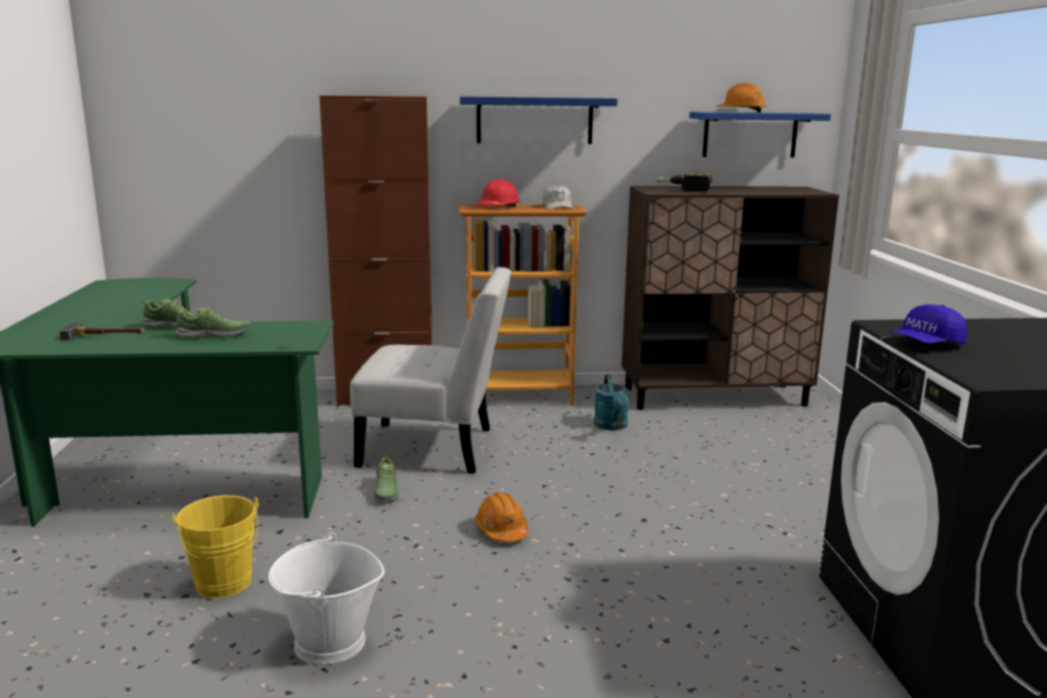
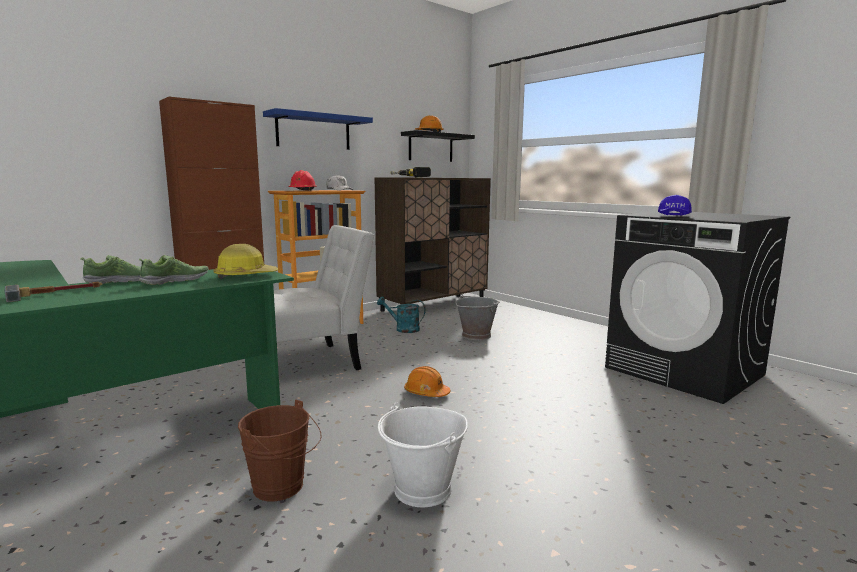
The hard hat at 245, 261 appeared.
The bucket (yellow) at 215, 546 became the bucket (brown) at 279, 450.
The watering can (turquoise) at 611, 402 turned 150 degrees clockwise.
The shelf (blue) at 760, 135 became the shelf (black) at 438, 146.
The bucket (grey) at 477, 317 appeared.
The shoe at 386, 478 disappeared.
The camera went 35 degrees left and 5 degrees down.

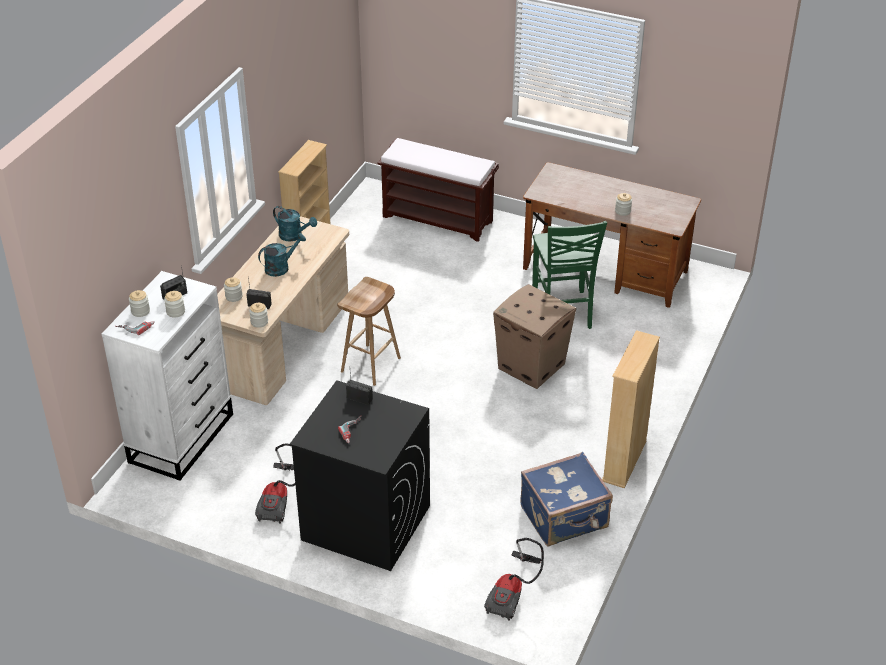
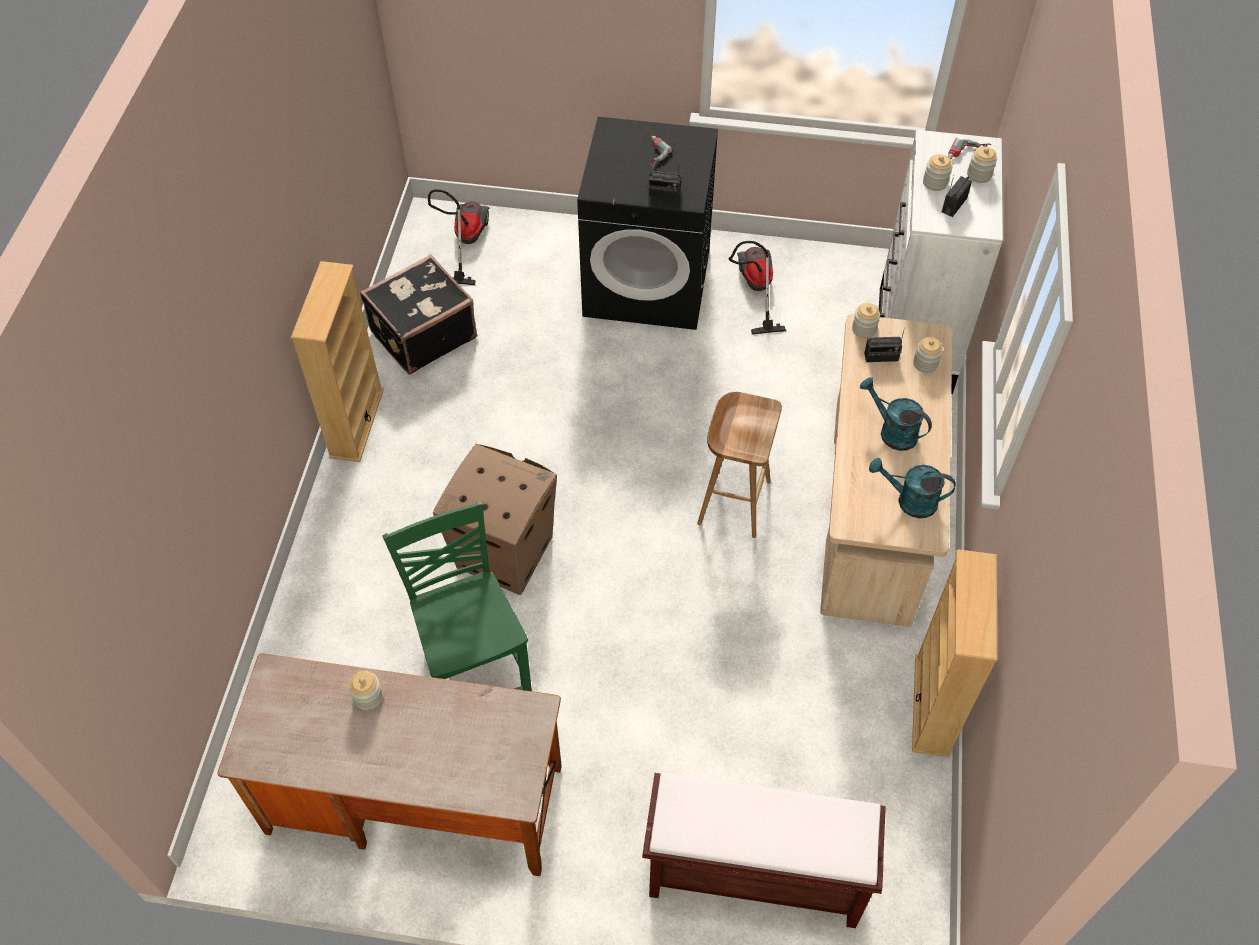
The suitcase (blue) at 566, 499 became the suitcase (black) at 418, 314.
The watering can (turquoise) at 282, 255 turned 90 degrees clockwise.
The camera went 165 degrees right and 15 degrees up.

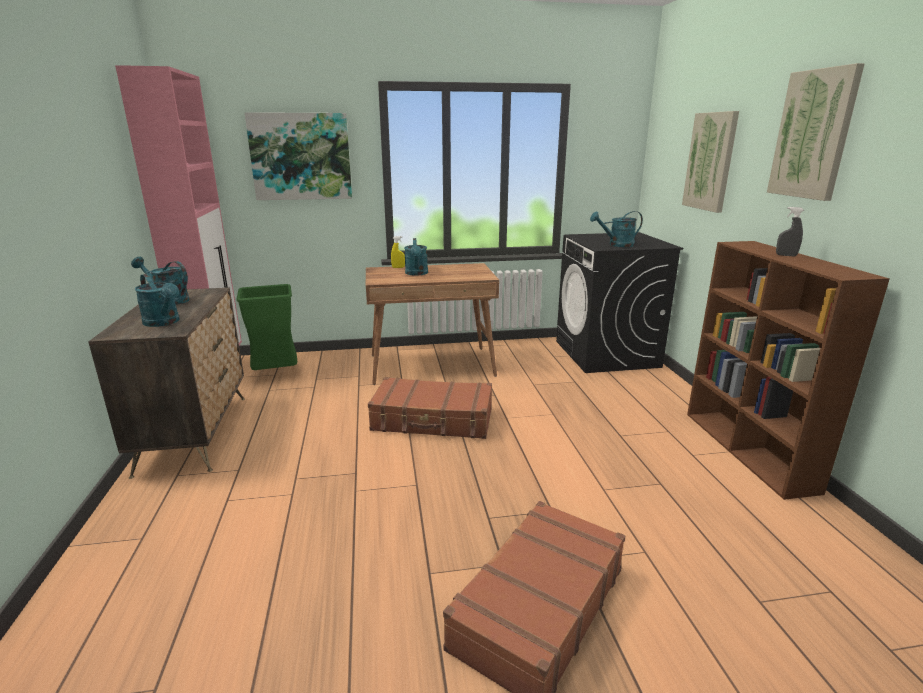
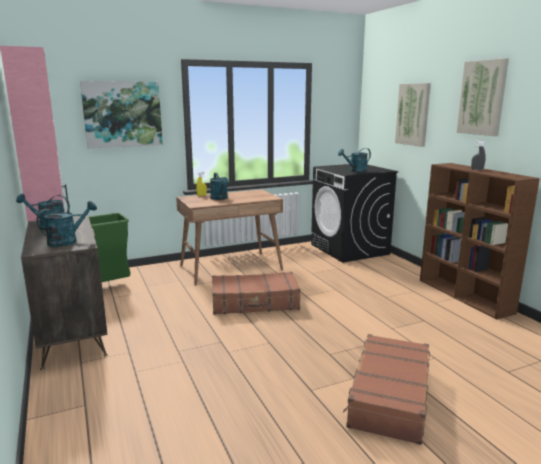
The watering can (turquoise) at 157, 300 turned 75 degrees counterclockwise.
The camera went 15 degrees left and 5 degrees down.

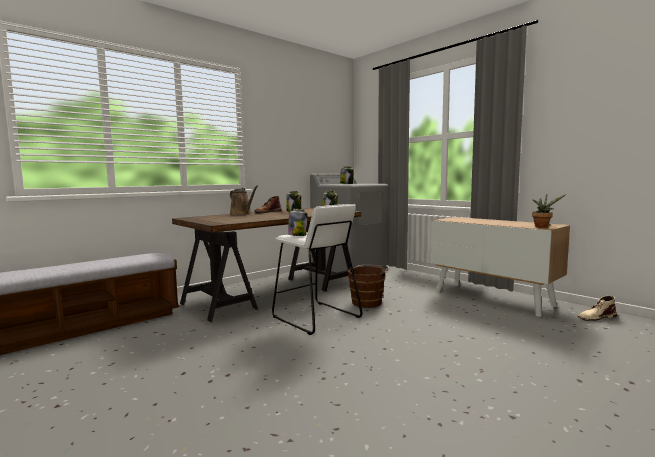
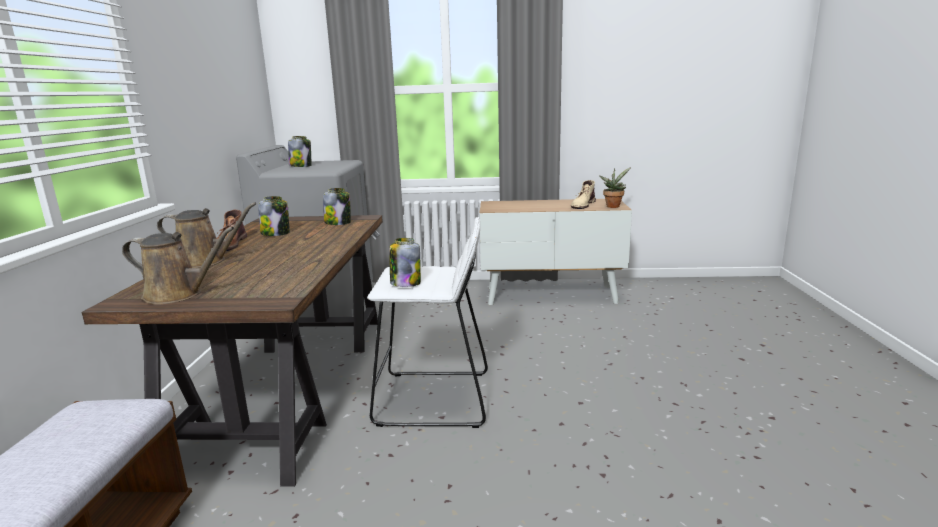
The watering can (brown) at 178, 266 appeared.
The boot (beige) moved from 597, 308 to 583, 194.
The bucket (brown) at 368, 286 disappeared.
The camera went 45 degrees left and 10 degrees up.

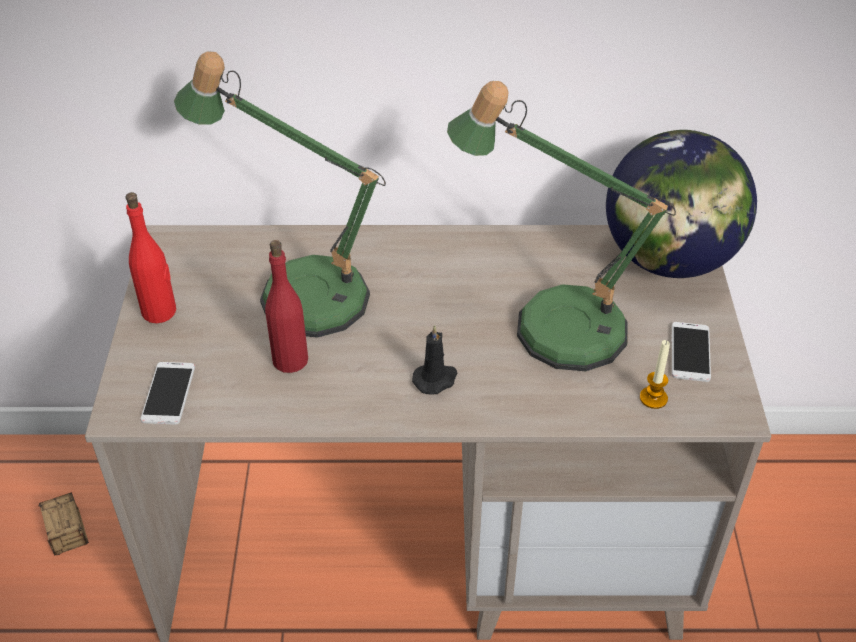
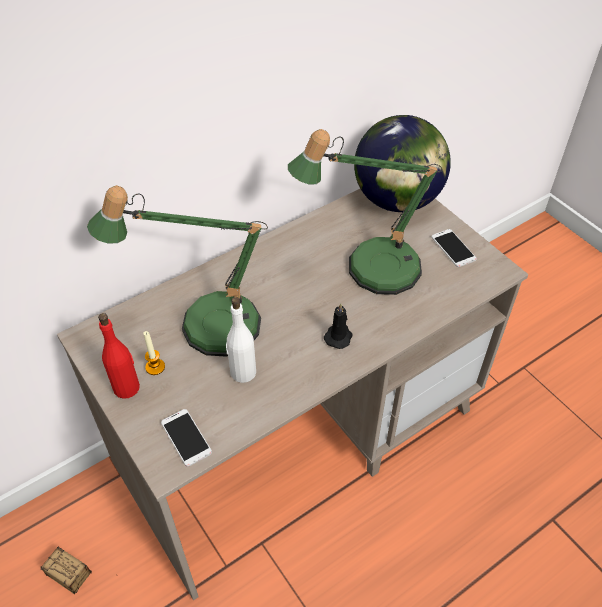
The candle moved from 655, 374 to 154, 353.
The bottle (red) at 286, 306 became the bottle (white) at 241, 340.
The camera went 35 degrees left and 5 degrees up.

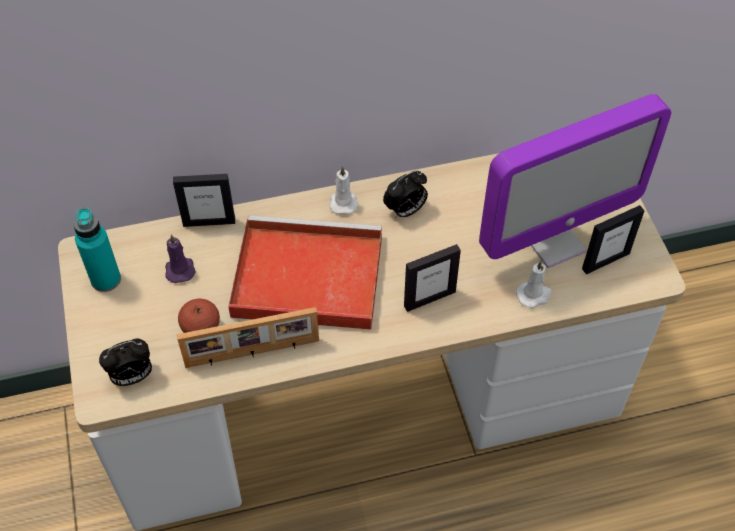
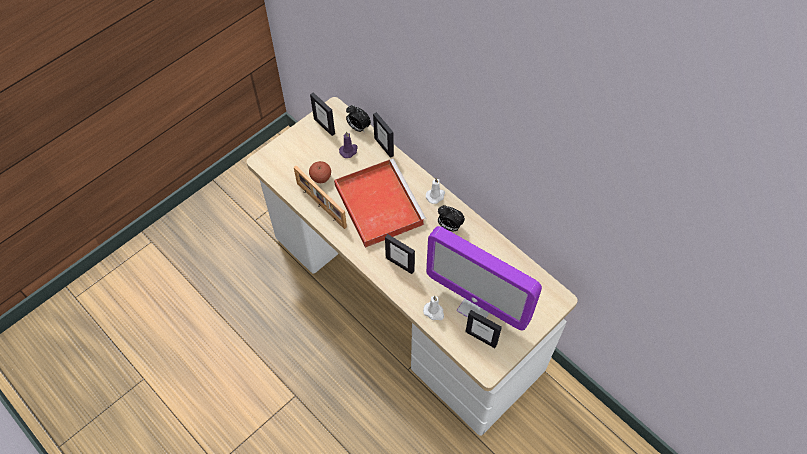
The bottle (turquoise) at 97, 250 was replaced by the picture frame at 322, 114.
The alarm clock moved from 125, 362 to 358, 119.
The camera went 60 degrees right and 5 degrees up.

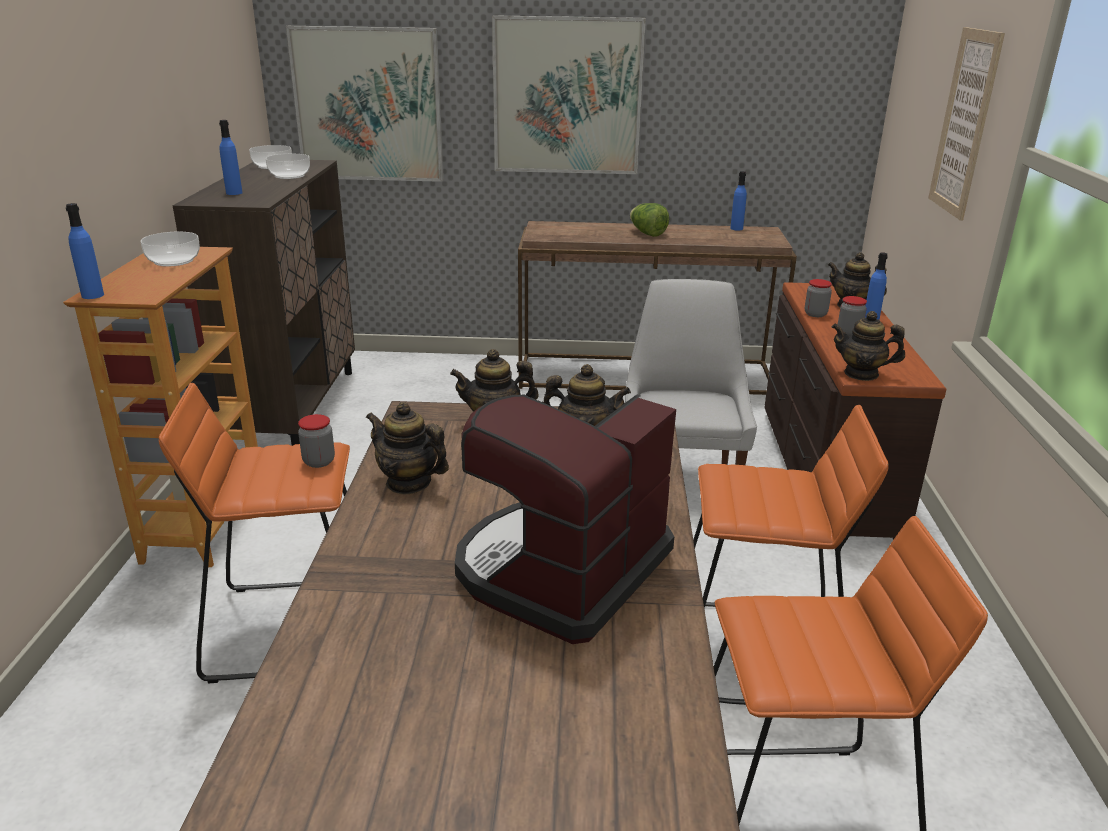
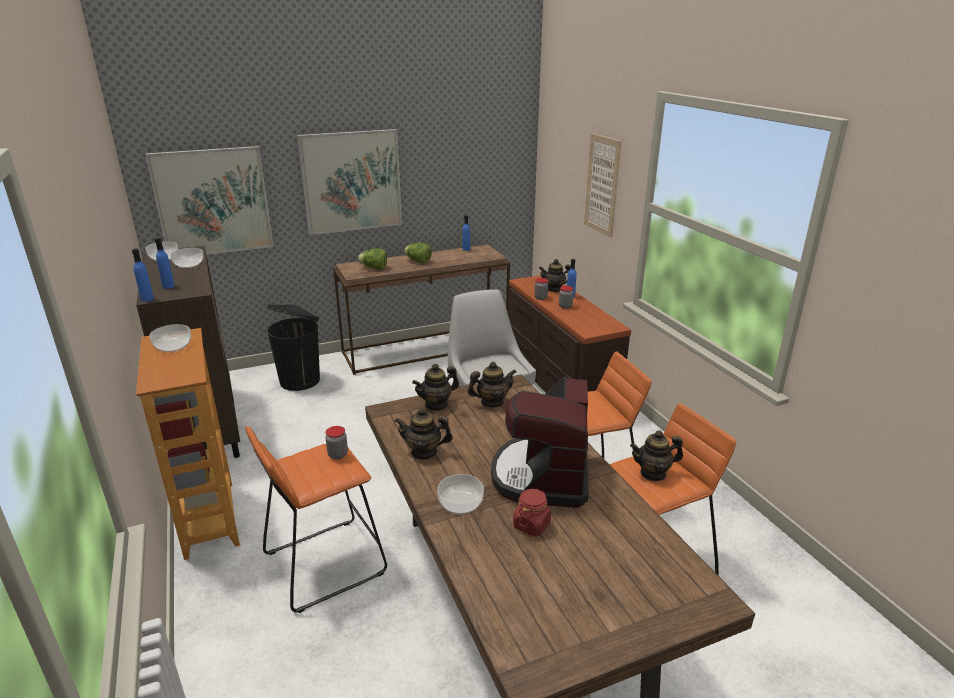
The bottle (blue) moved from 85, 251 to 143, 275.
The trash can (black) at 293, 347 appeared.
The lettuce at 372, 258 appeared.
The bowl at 460, 494 appeared.
The jar (red) at 532, 513 appeared.
The teapot moved from 868, 346 to 656, 455.
The camera went 25 degrees left and 0 degrees up.

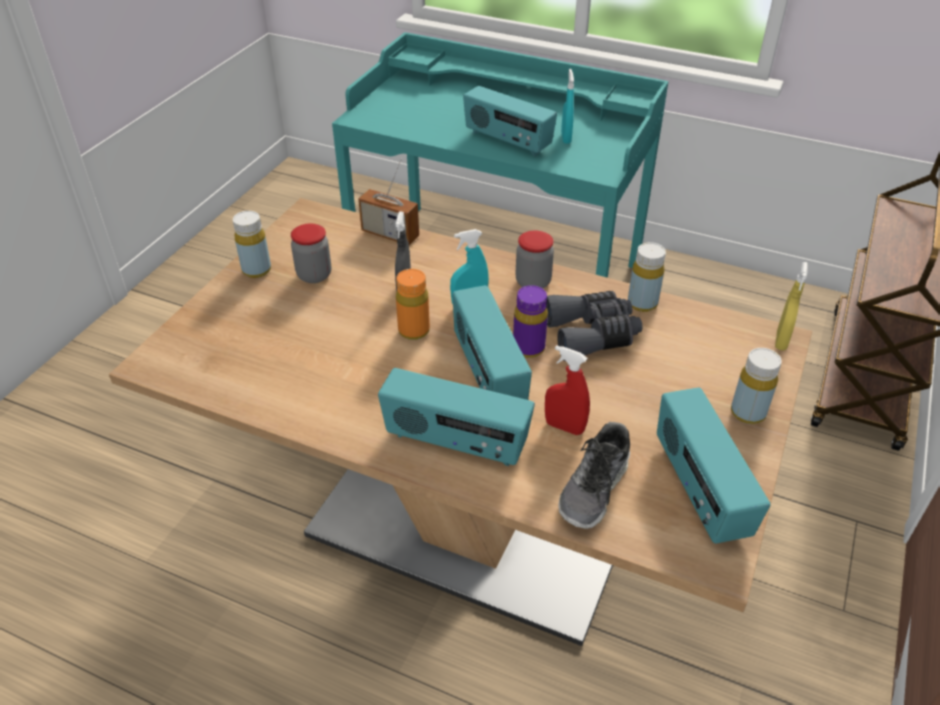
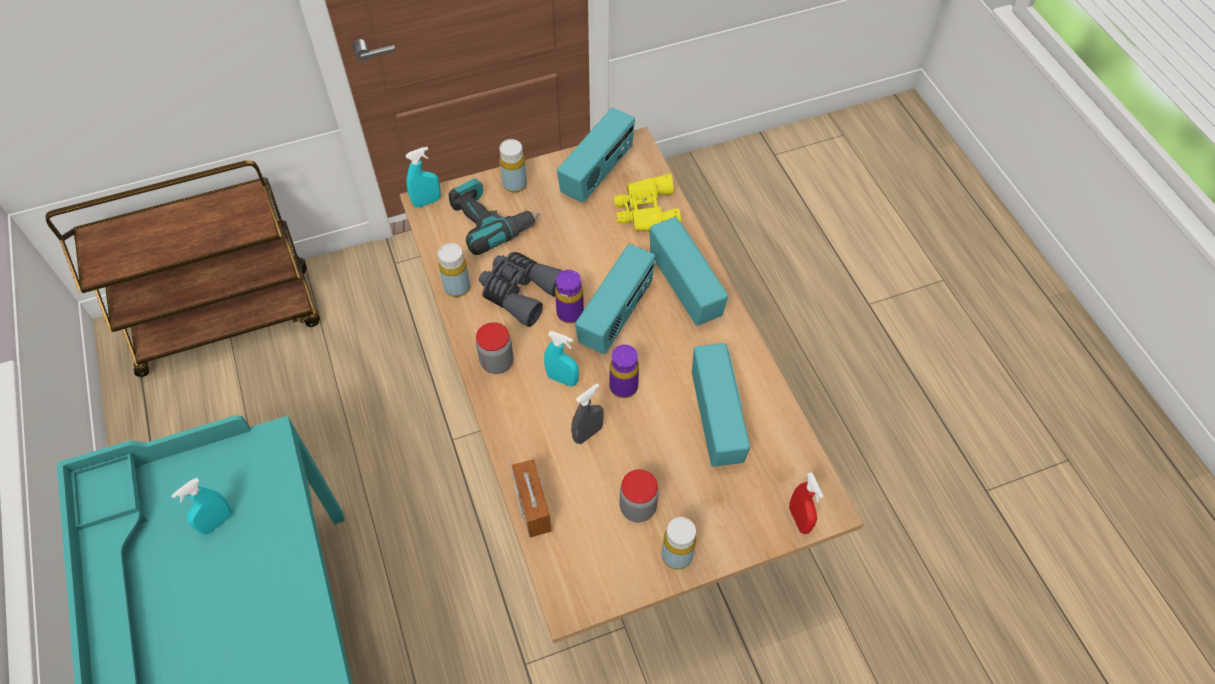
The spray bottle (yellow) at 791, 306 became the spray bottle (turquoise) at 423, 177.
The power drill at 494, 216 appeared.
The bottle (orange) at 413, 304 became the bottle (purple) at 624, 371.
The shoe at 594, 475 was replaced by the binoculars (yellow) at 647, 202.
The radio moved from 510, 121 to 721, 405.
The spray bottle (red) moved from 567, 390 to 806, 503.
The camera went 135 degrees left and 15 degrees up.

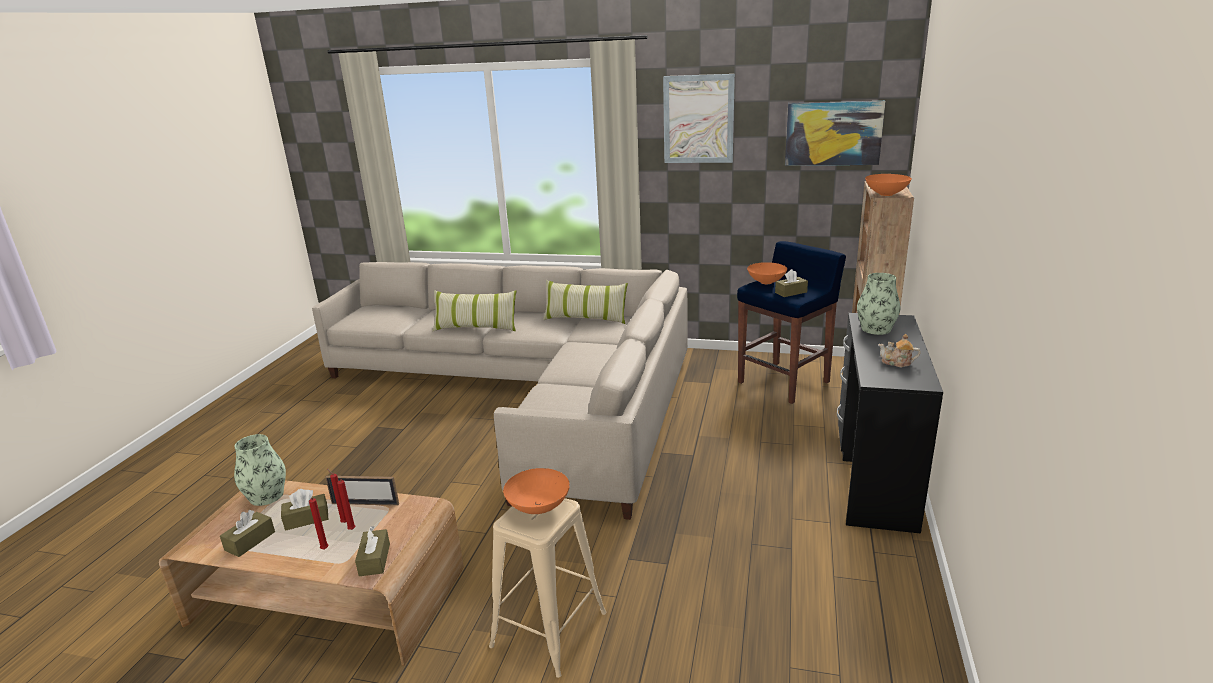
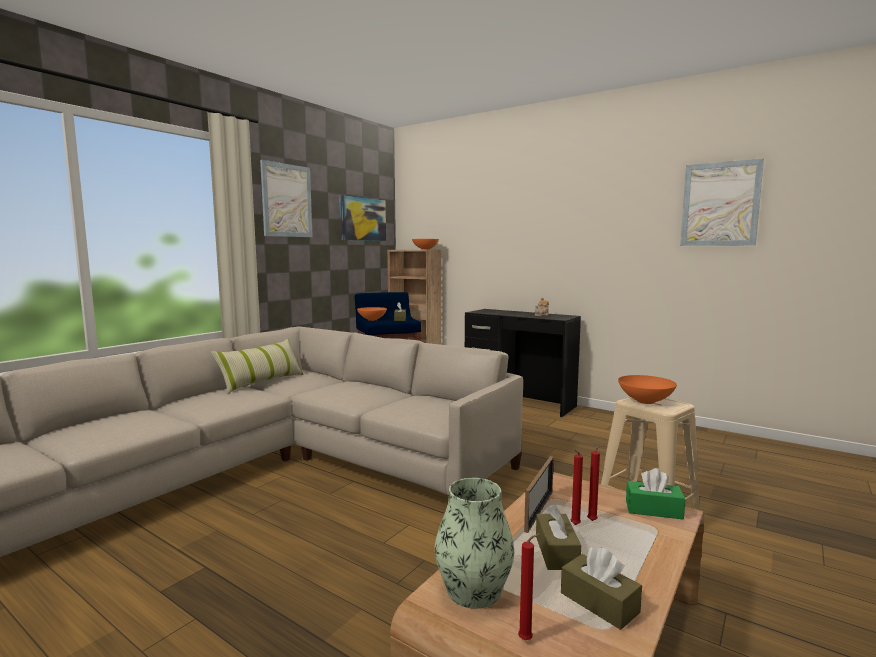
The candle (red) moved from 319, 523 to 529, 586.
The tissue box (brown) at 372, 551 became the tissue box (green) at 655, 493.
The picture at 722, 202 appeared.
The pillow at 474, 311 disappeared.
The vase at 879, 304 disappeared.
The camera went 70 degrees left and 15 degrees down.

